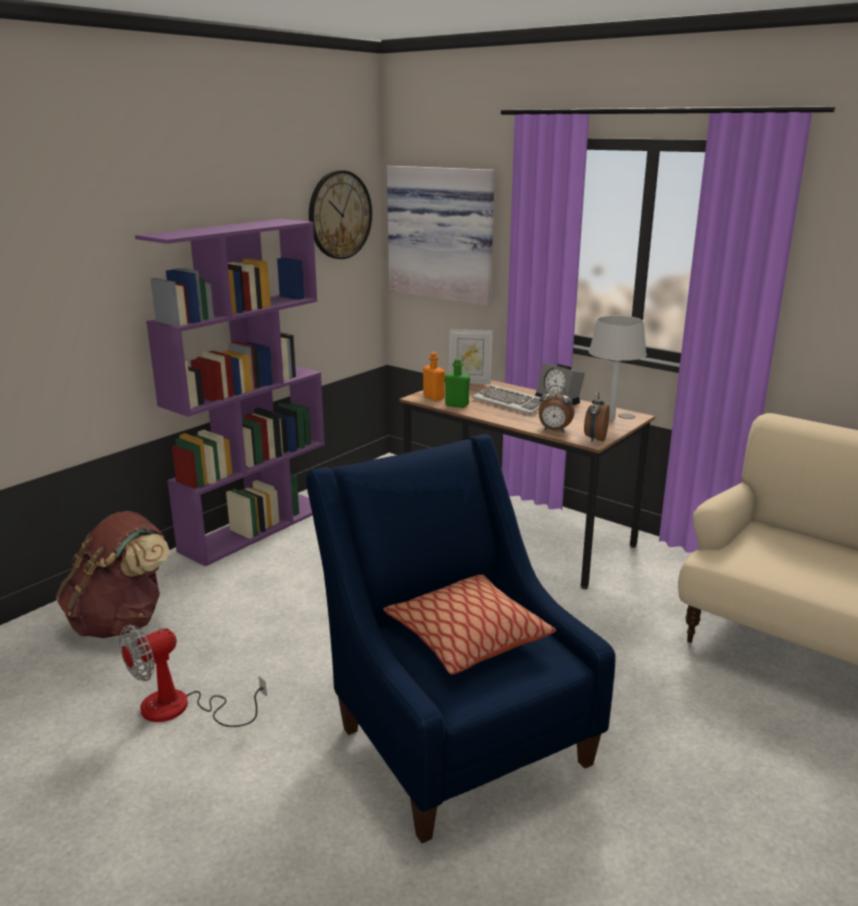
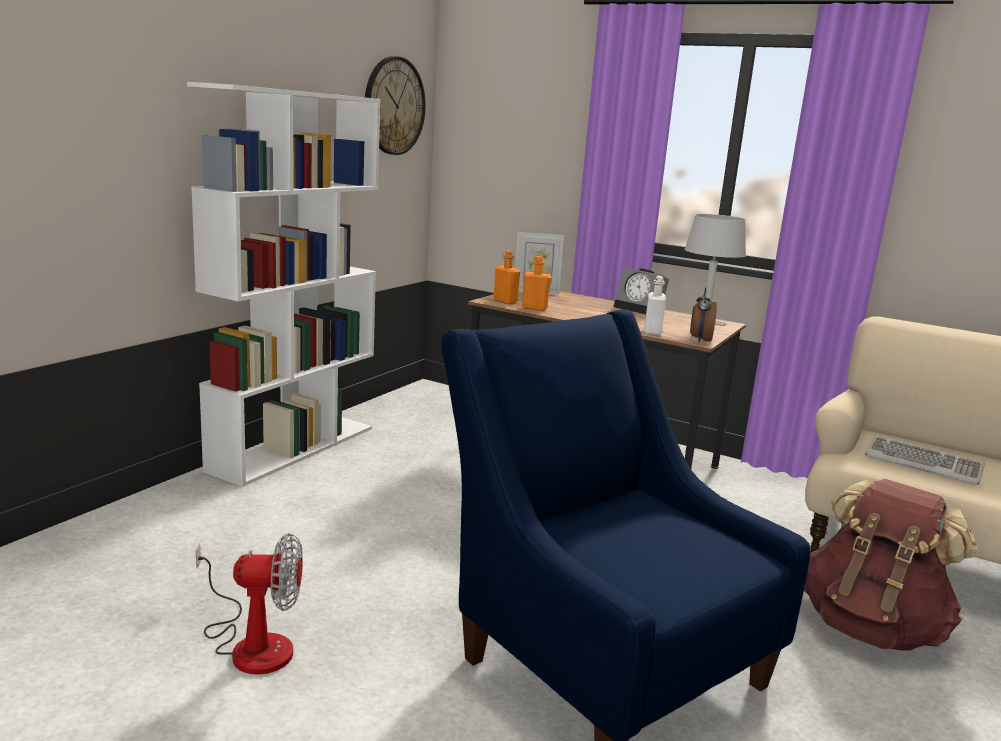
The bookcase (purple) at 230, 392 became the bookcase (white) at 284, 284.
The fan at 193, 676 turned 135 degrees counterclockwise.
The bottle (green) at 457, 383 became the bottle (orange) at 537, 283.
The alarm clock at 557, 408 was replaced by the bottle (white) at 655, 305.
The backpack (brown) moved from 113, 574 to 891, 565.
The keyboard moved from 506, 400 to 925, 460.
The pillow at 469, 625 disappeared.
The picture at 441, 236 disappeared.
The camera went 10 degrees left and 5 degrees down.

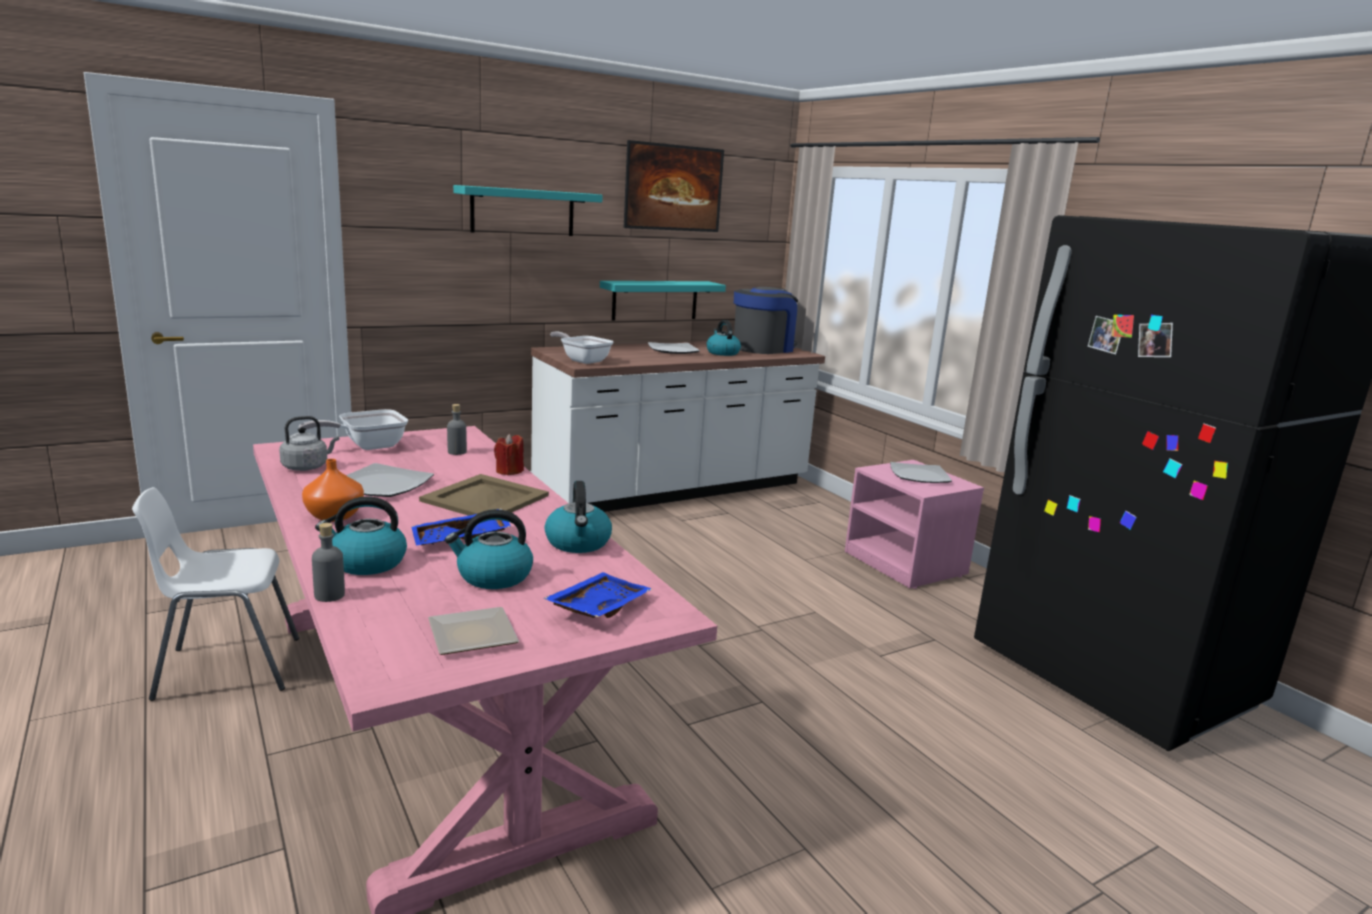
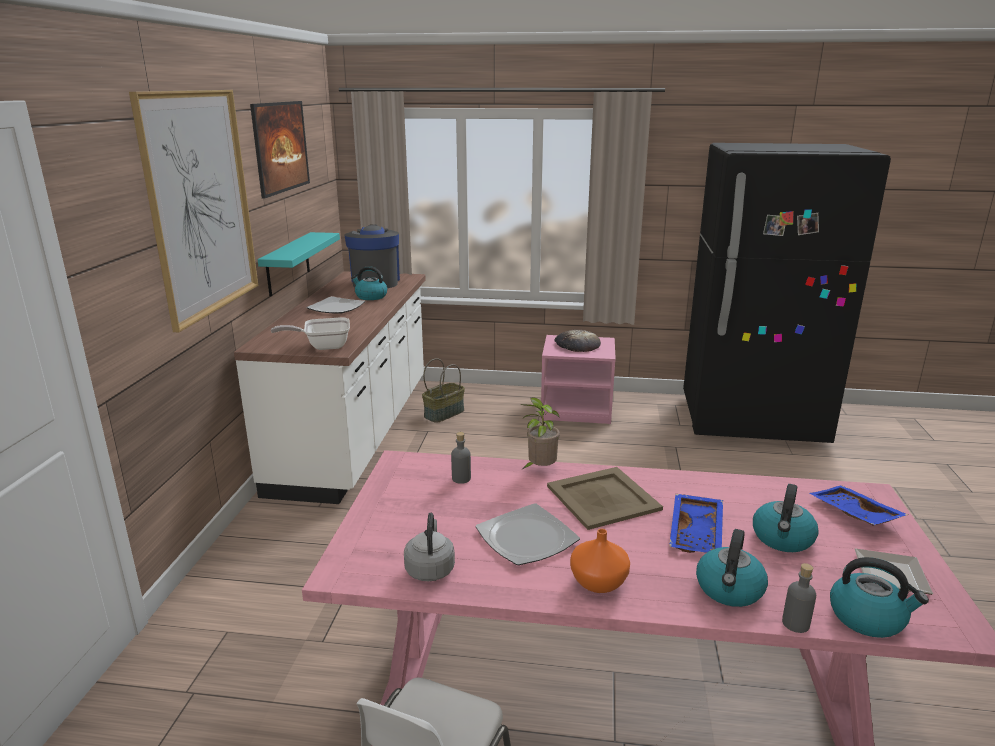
The shelf (turquoise) at 528, 210 was replaced by the picture at 193, 211.
The basket at 443, 390 appeared.
The candle (red) at 509, 454 was replaced by the potted plant at 540, 433.
The plate at 921, 472 was replaced by the bread at 577, 340.
The kettle moved from 578, 517 to 879, 597.
The frying pan at 353, 429 disappeared.
The camera went 50 degrees left and 5 degrees up.

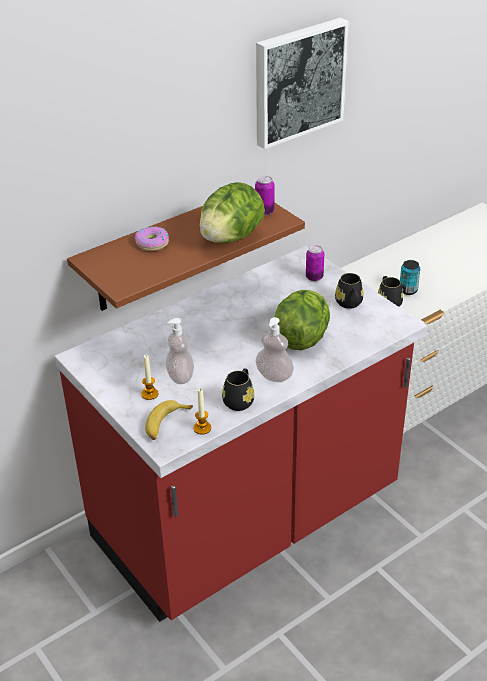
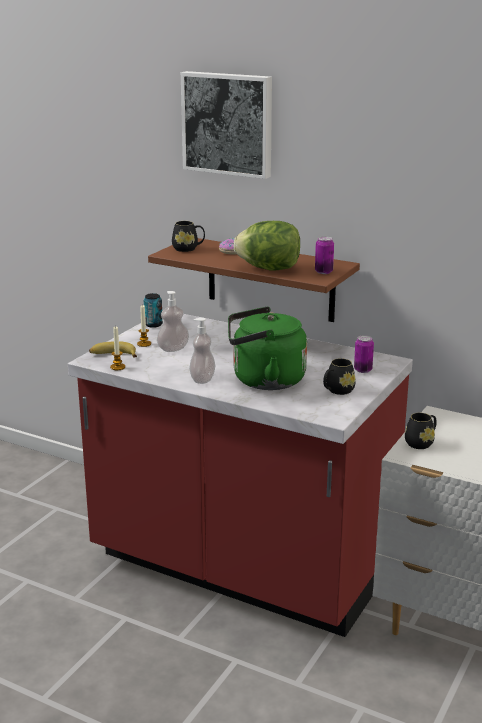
The can moved from 410, 277 to 153, 310.
The mug (black) moved from 238, 389 to 188, 236.
The picture moved from 302, 83 to 226, 125.
The lettuce at 302, 320 was replaced by the kettle (green) at 267, 348.
The camera went 65 degrees right and 15 degrees down.

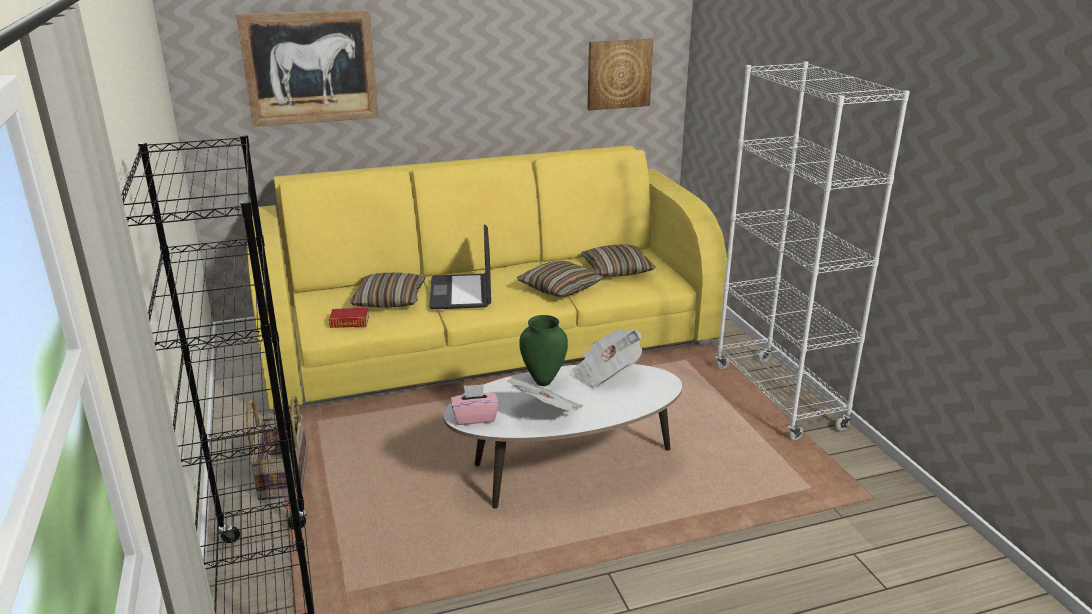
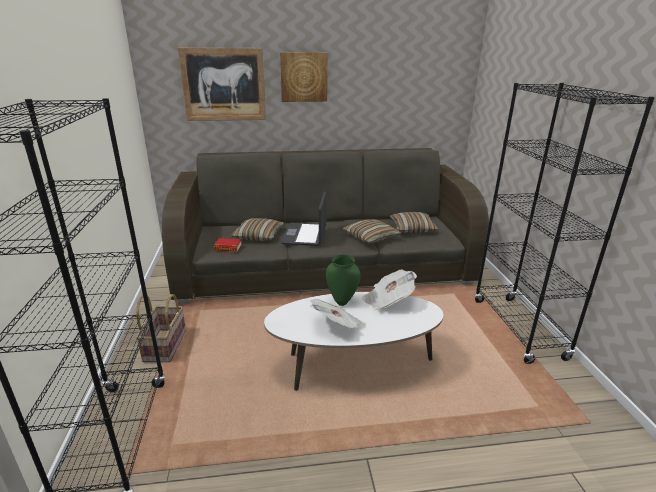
The sofa (yellow) at 487, 278 became the sofa (grey) at 325, 226.
The picture moved from 620, 74 to 304, 77.
The bookcase (white) at 812, 250 became the bookcase (black) at 565, 223.
The tissue box (pink) at 475, 404 disappeared.
The camera went 10 degrees right and 0 degrees up.

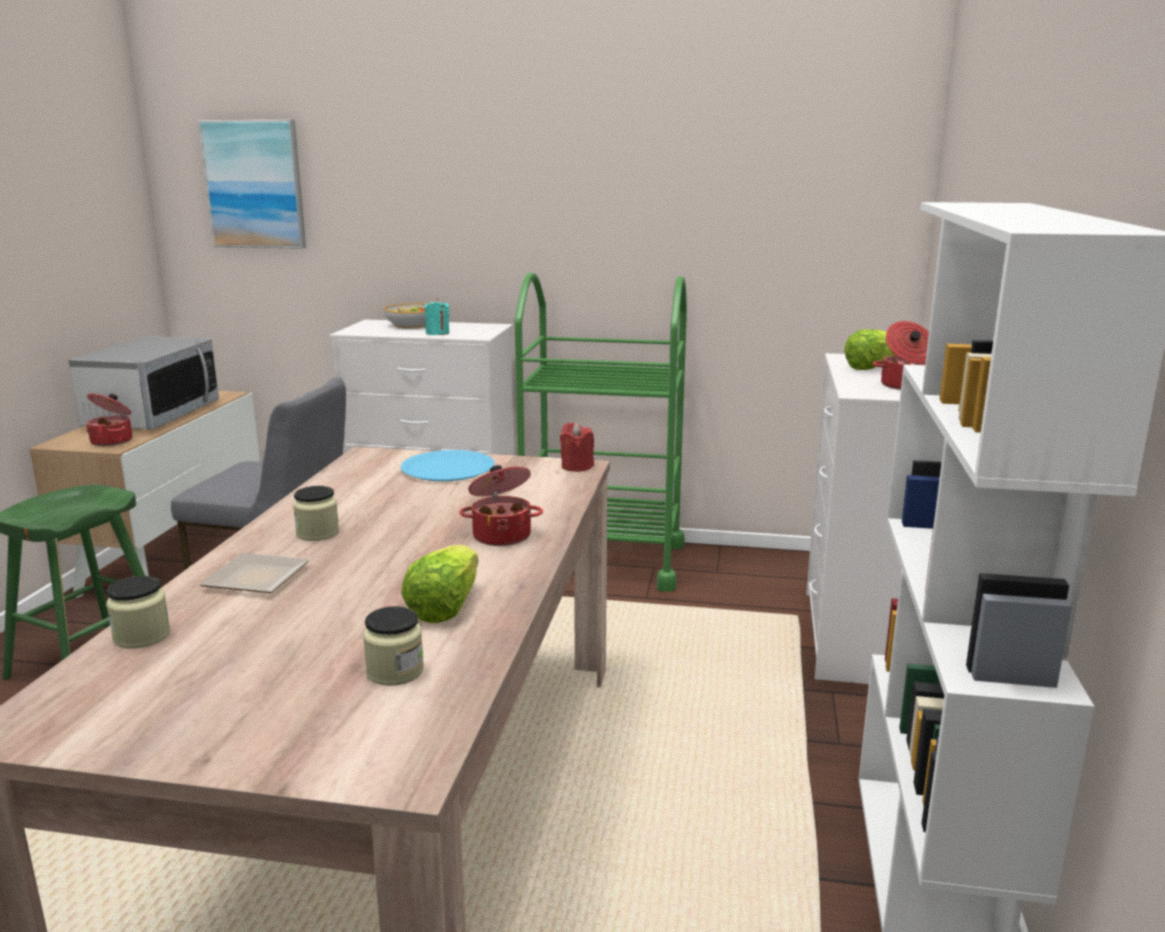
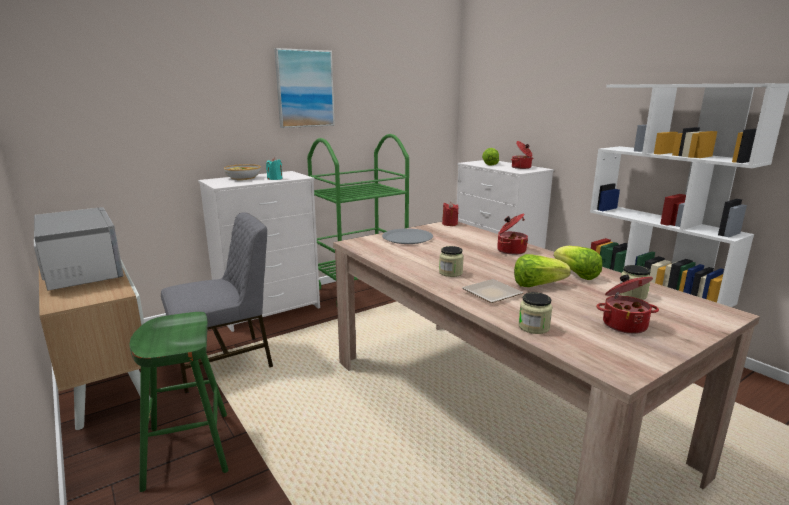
The picture moved from 252, 184 to 304, 88.
The plate (blue) at 448, 465 became the plate (grey) at 407, 236.
The lettuce at 542, 270 appeared.
The cooking pot moved from 109, 419 to 627, 304.
The camera went 45 degrees left and 0 degrees up.

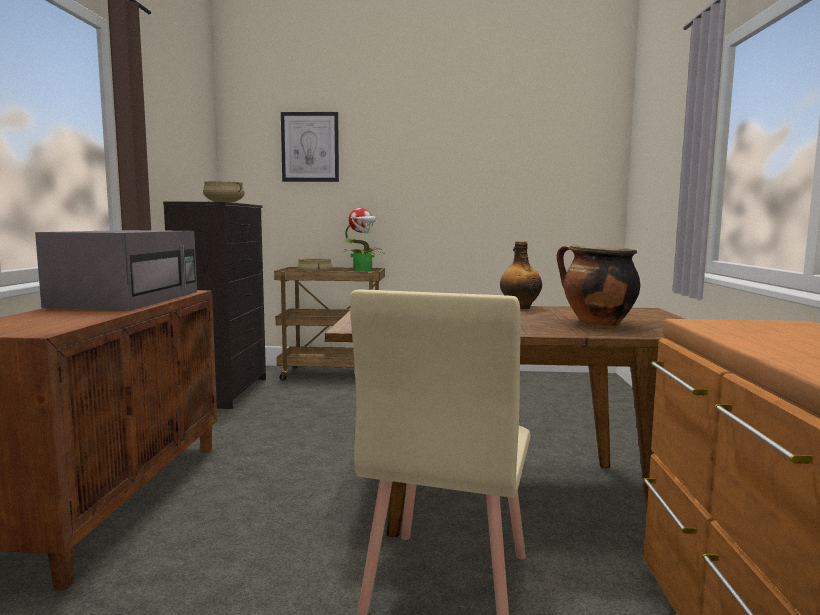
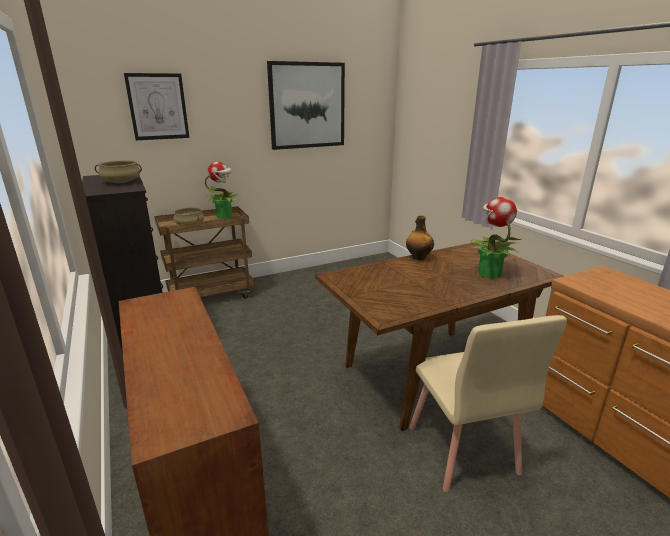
The picture at 306, 105 appeared.
The cooking pot at 598, 286 was replaced by the potted plant at 496, 238.
The microwave (grey) at 116, 270 disappeared.
The camera went 30 degrees left and 15 degrees up.

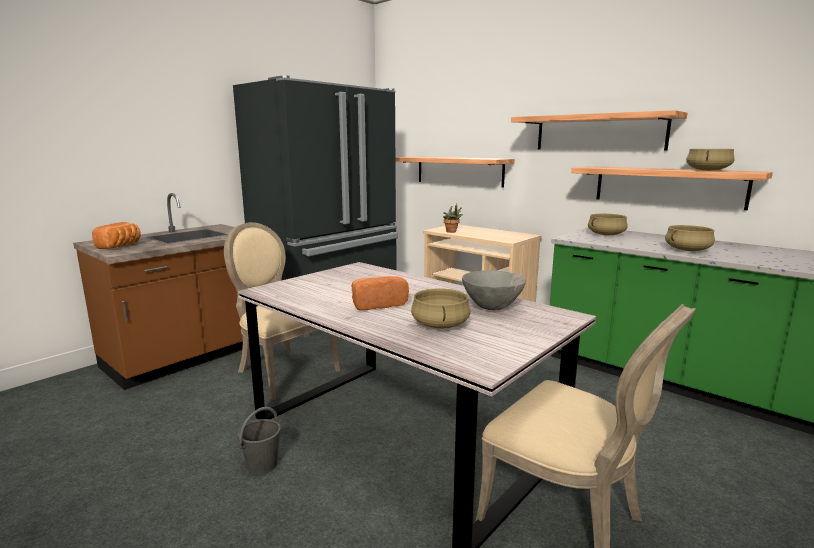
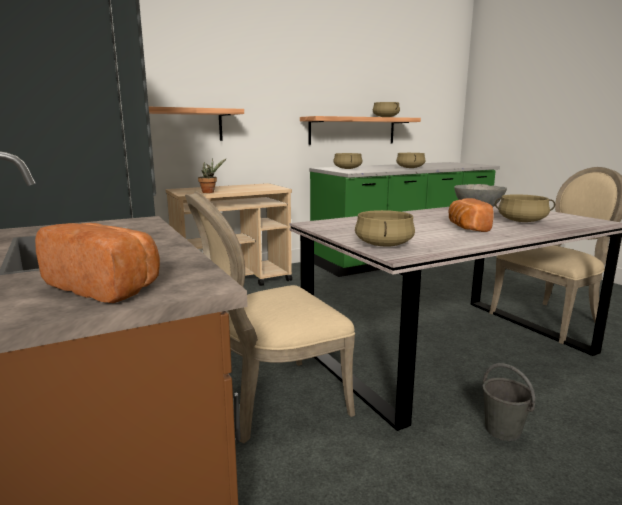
The cooking pot (beige) at 385, 228 appeared.
The shelf at 599, 130 disappeared.
The camera went 70 degrees left and 0 degrees up.

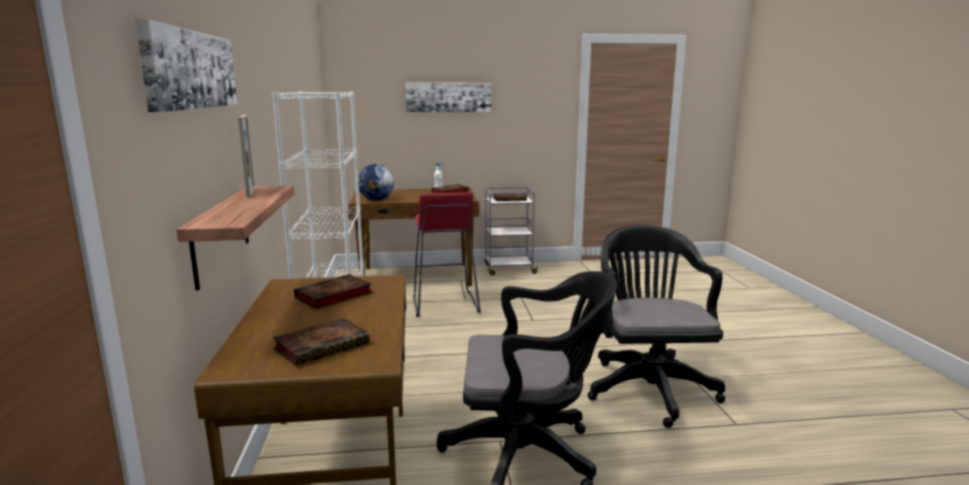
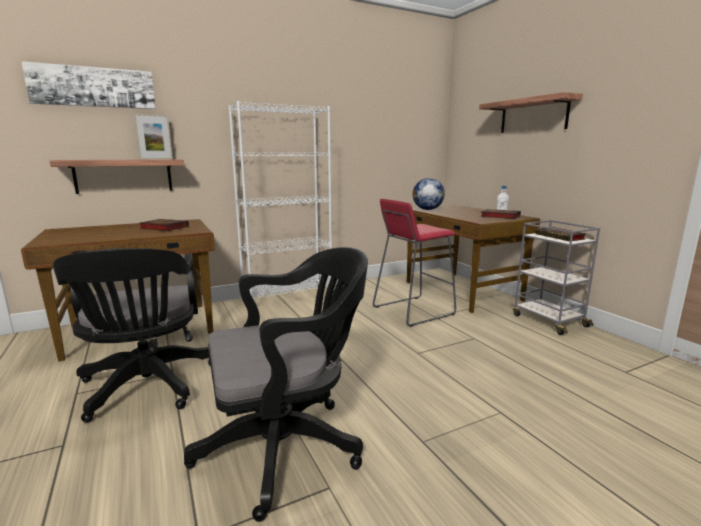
The picture at 448, 97 was replaced by the shelf at 531, 112.
The book at 321, 342 disappeared.
The camera went 70 degrees right and 0 degrees up.

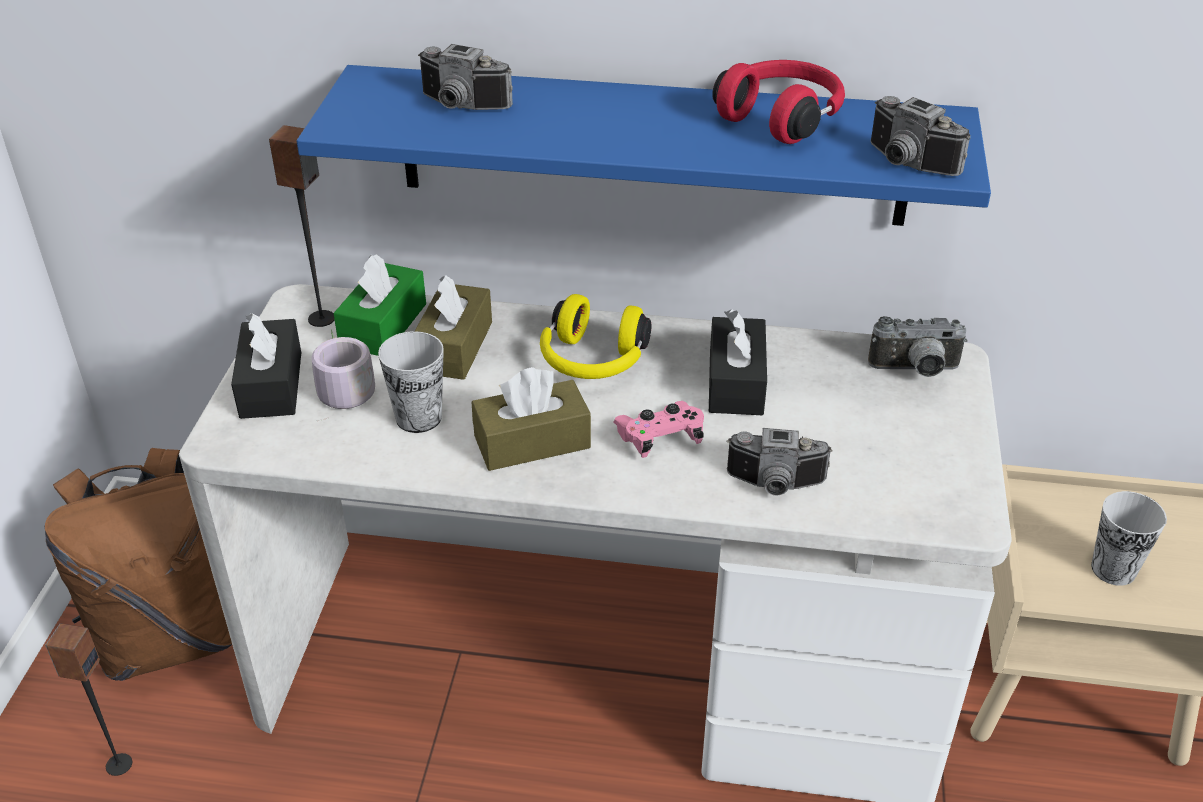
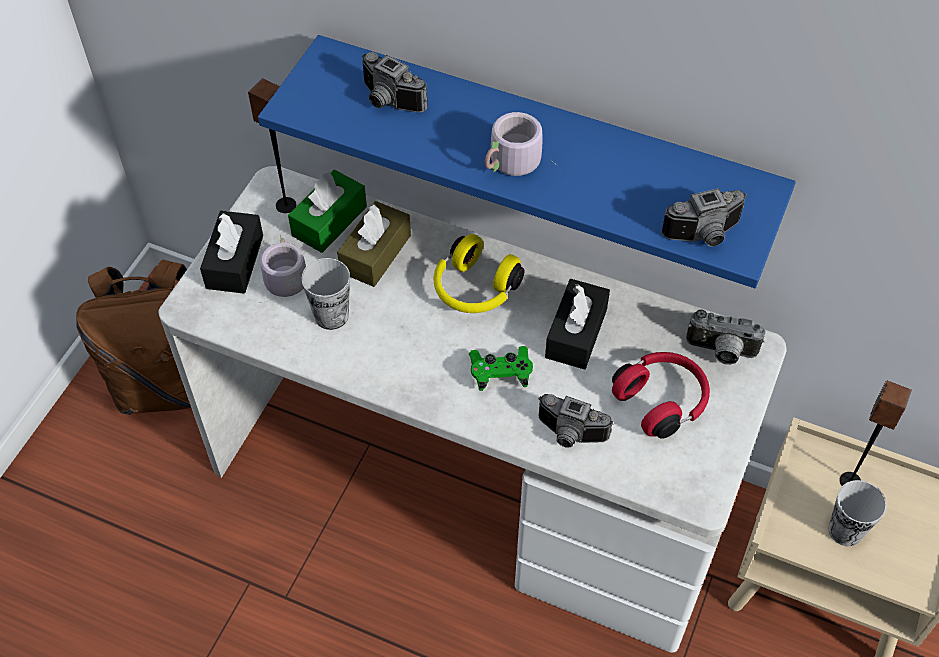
The game controller (pink) at 659, 429 became the game controller (green) at 501, 368.
The mug (grey) at 518, 144 appeared.
The headphones (red) moved from 778, 102 to 661, 395.
The photo camera at 920, 136 turned 75 degrees counterclockwise.
The speaker moved from 88, 699 to 876, 433.
The tissue box (brown) at 531, 419 disappeared.
The camera went 15 degrees right and 15 degrees up.

